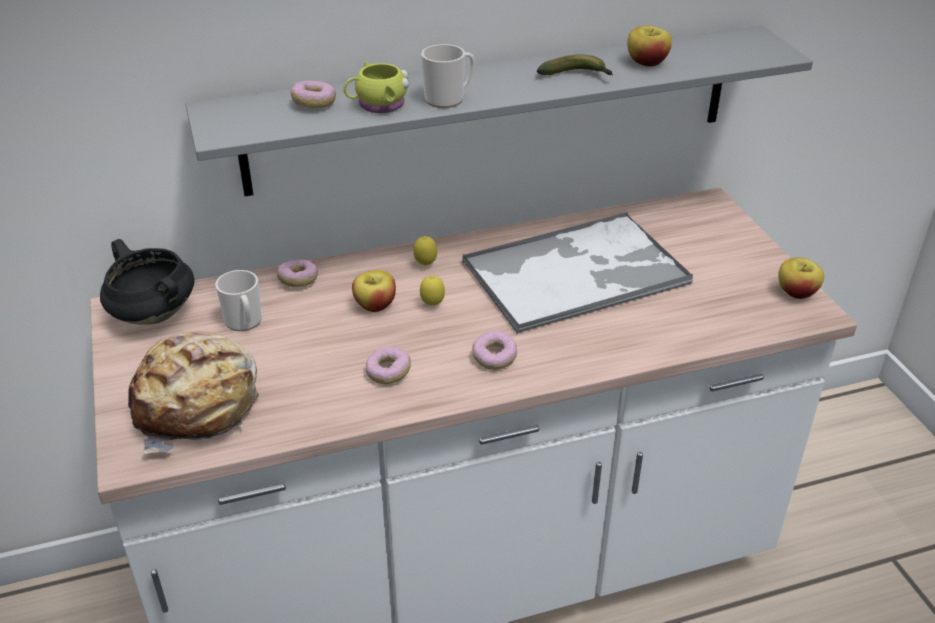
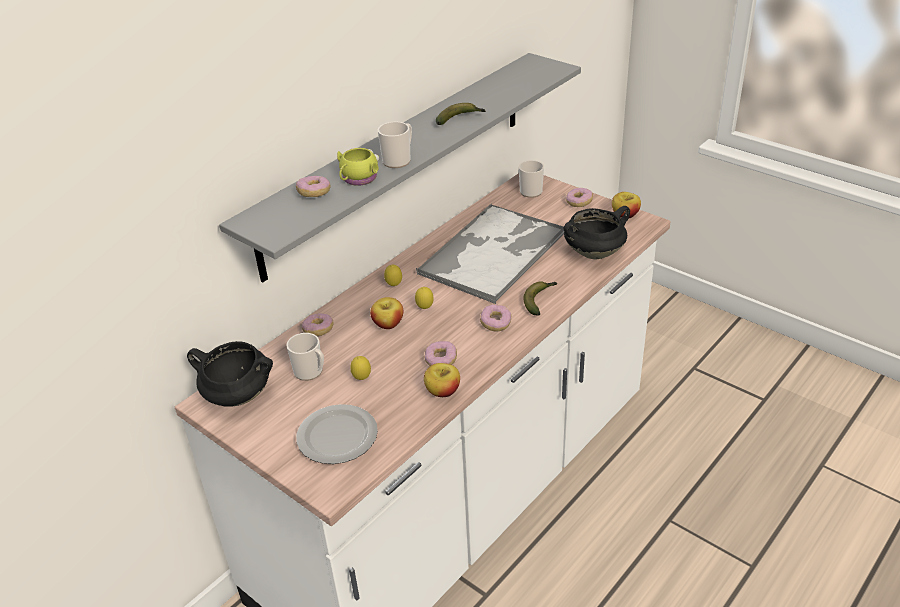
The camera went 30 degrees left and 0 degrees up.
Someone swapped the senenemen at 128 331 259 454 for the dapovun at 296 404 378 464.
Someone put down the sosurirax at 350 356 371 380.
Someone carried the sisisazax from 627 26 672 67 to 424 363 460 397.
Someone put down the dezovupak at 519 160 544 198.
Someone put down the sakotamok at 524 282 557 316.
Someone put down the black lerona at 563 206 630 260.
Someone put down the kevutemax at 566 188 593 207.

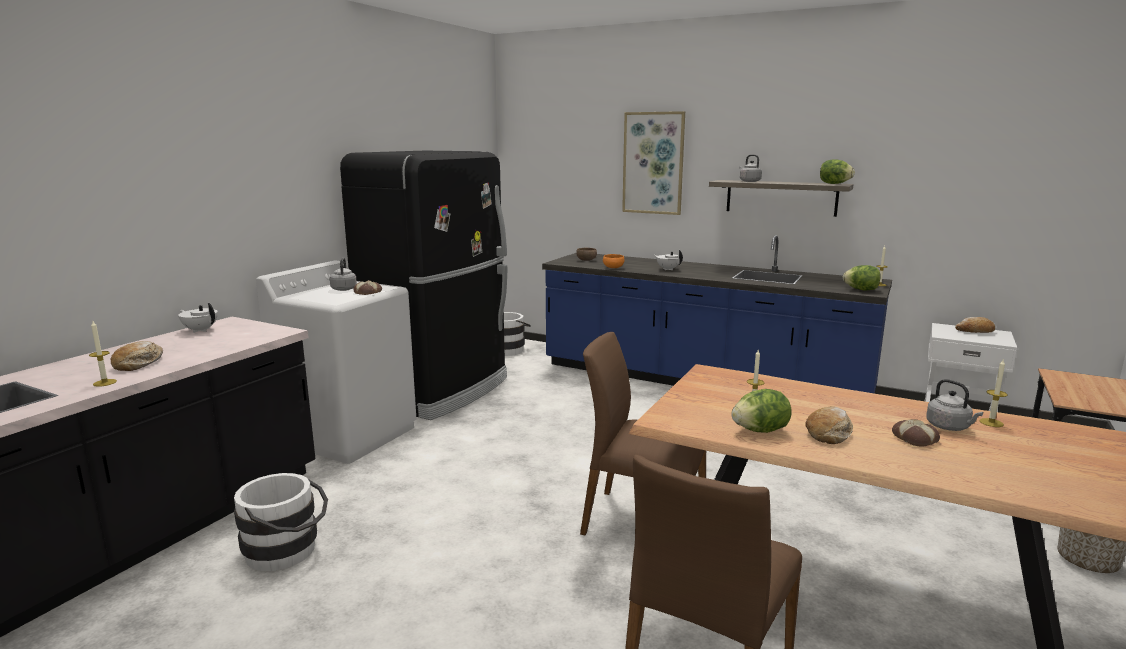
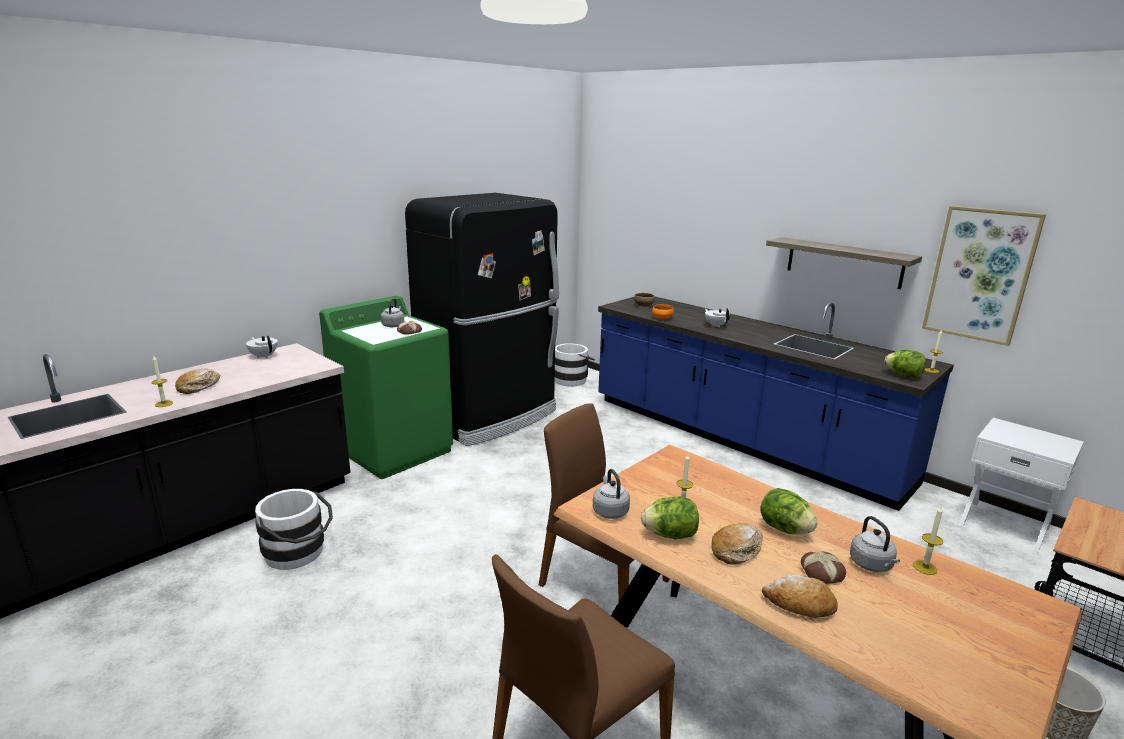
The camera went 15 degrees right and 5 degrees up.
Someone repainted the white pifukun at 256 261 416 464, which became the green pifukun at 319 296 453 479.
Someone carried the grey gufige from 739 154 762 182 to 593 469 630 519.
Someone carried the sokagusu from 820 159 855 184 to 760 488 818 534.
Someone carried the senenemen from 955 317 995 333 to 762 575 838 618.
Someone carried the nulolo from 622 111 685 215 to 922 206 1046 346.

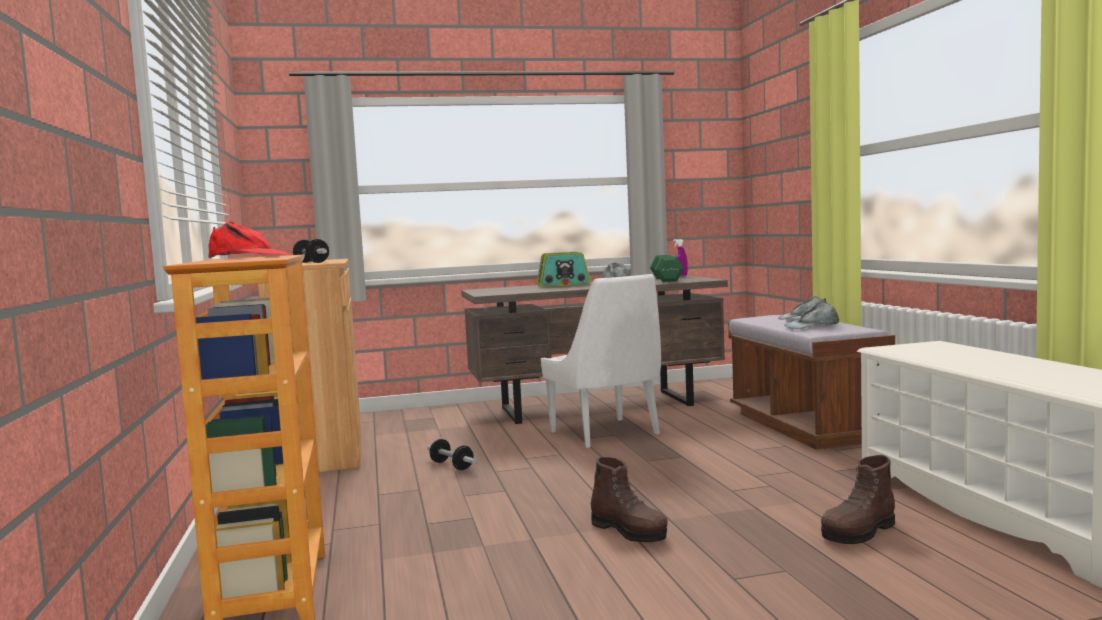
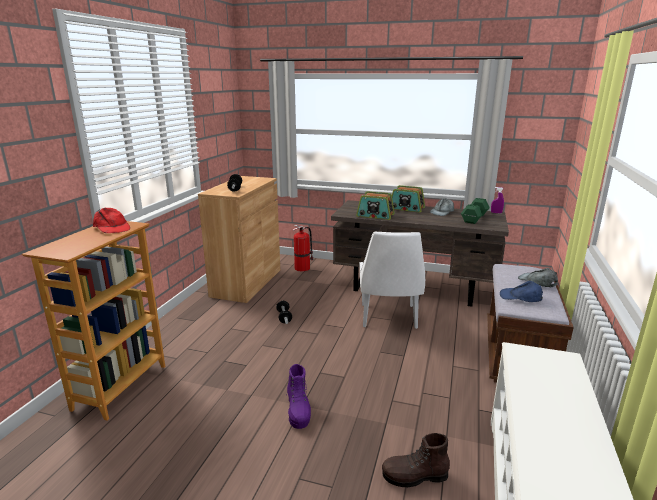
The camera went 30 degrees right and 15 degrees up.
Someone repainted the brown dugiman at 591 457 667 542, which became the purple dugiman at 286 364 311 429.
Someone put down the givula at 293 225 314 272.
Someone put down the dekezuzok at 356 191 395 220.
Someone repainted the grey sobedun at 784 302 839 329, which became the blue sobedun at 500 281 543 302.

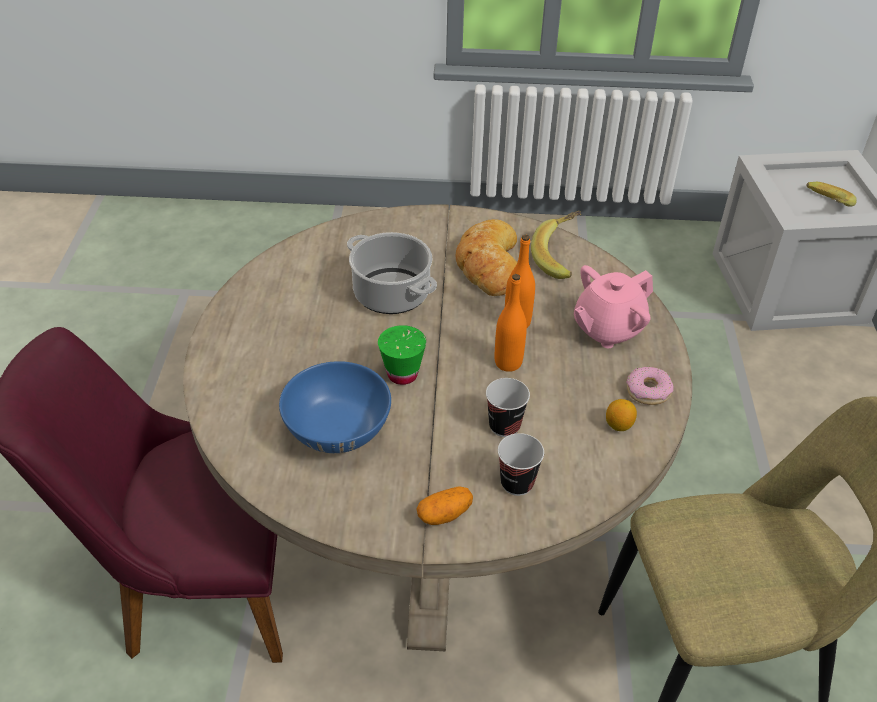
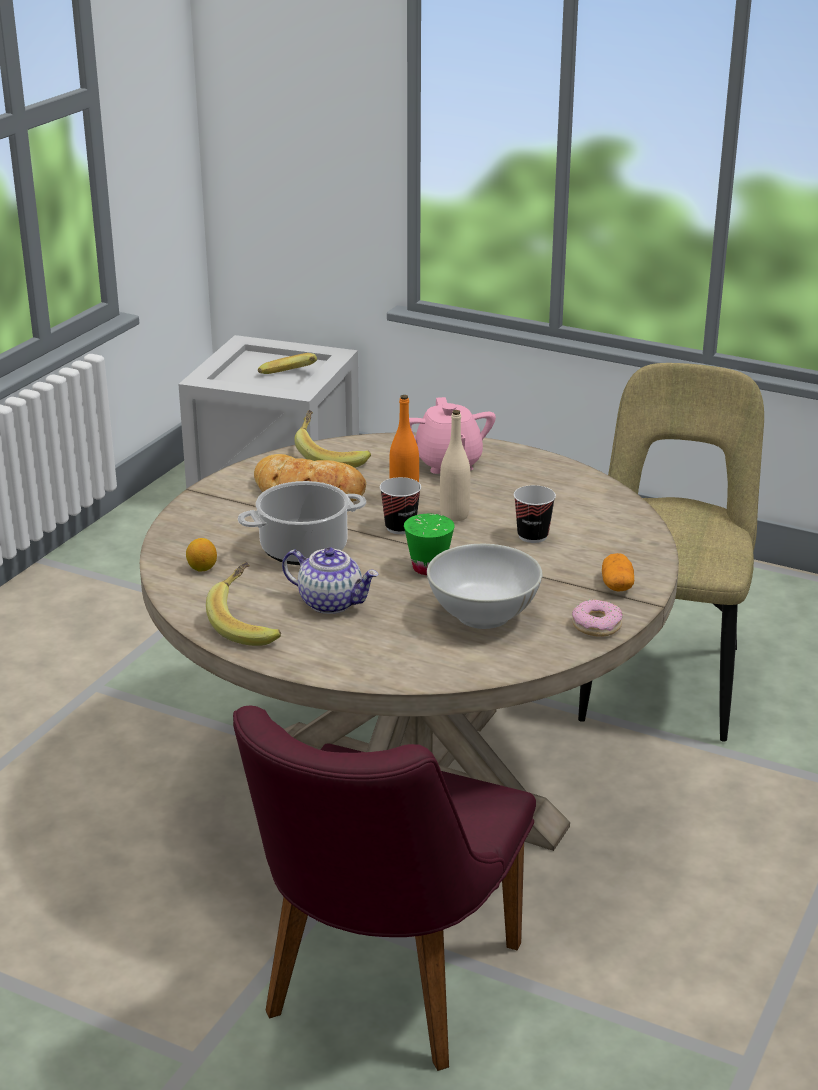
The camera went 65 degrees left and 15 degrees down.
Someone carried the sosurirax from 606 399 637 431 to 186 538 217 572.
Someone put down the sakotamok at 206 562 281 646.
Someone put down the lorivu at 282 547 379 614.
Someone carried the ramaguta from 498 433 544 496 to 380 477 421 534.
Someone repainted the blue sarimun at 279 361 391 453, which became the white sarimun at 427 544 543 629.
Someone repainted the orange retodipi at 495 274 527 372, which became the beige retodipi at 440 410 470 522.
Someone carried the kevutemax from 627 367 674 405 to 572 599 623 637.

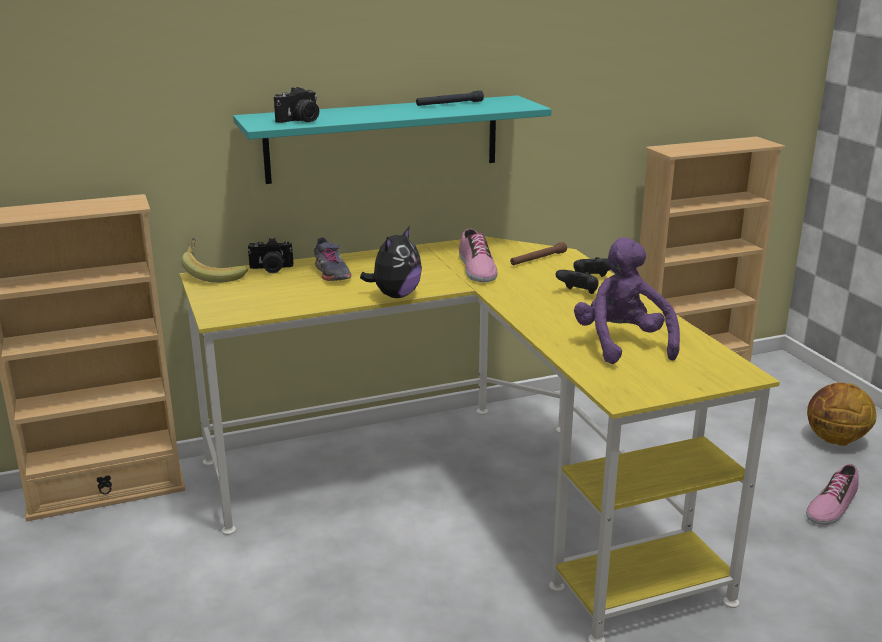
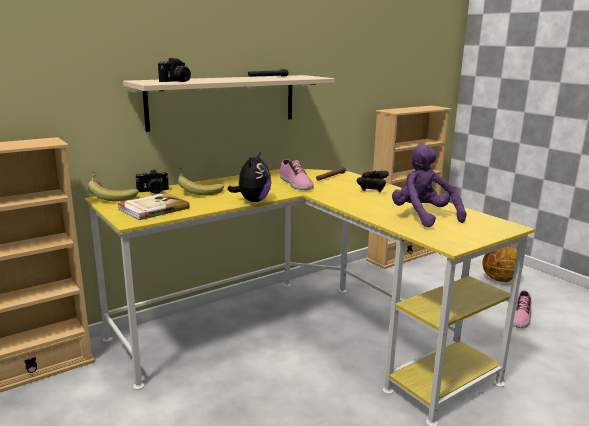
The camera went 15 degrees left and 5 degrees down.
Someone put down the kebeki at 117 193 190 220.
Someone repainted the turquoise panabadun at 233 95 552 184, which became the beige panabadun at 123 75 335 132.
Someone swapped the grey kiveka at 314 237 351 281 for the sakotamok at 178 167 224 196.

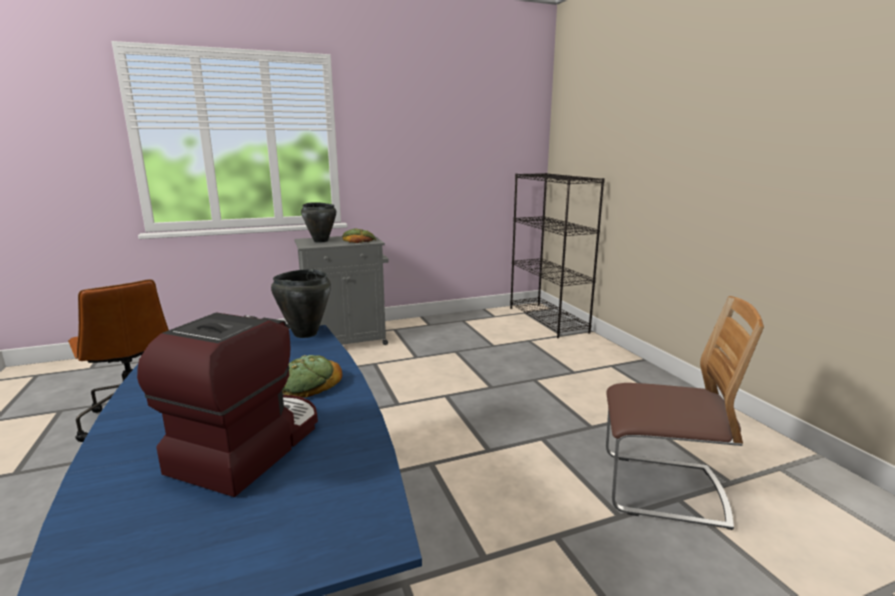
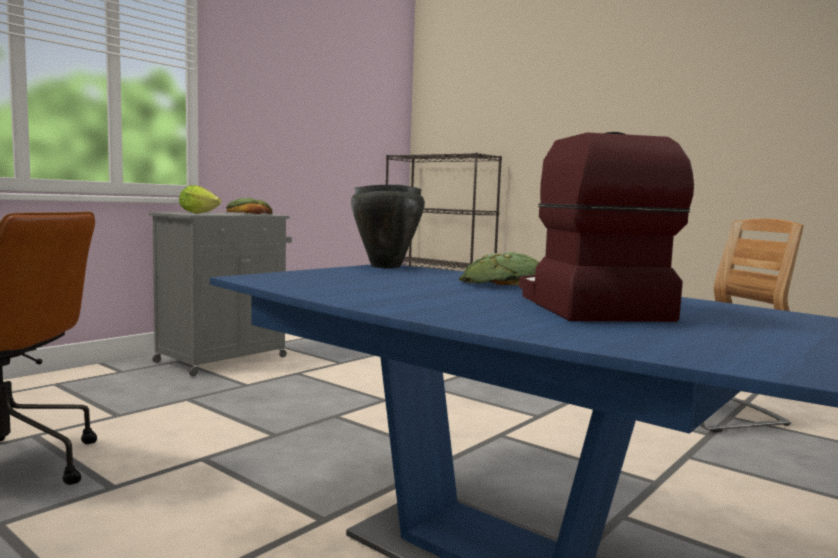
The camera went 30 degrees left and 10 degrees down.
Someone swapped the black lerona at 301 202 336 243 for the sokagusu at 179 185 221 213.

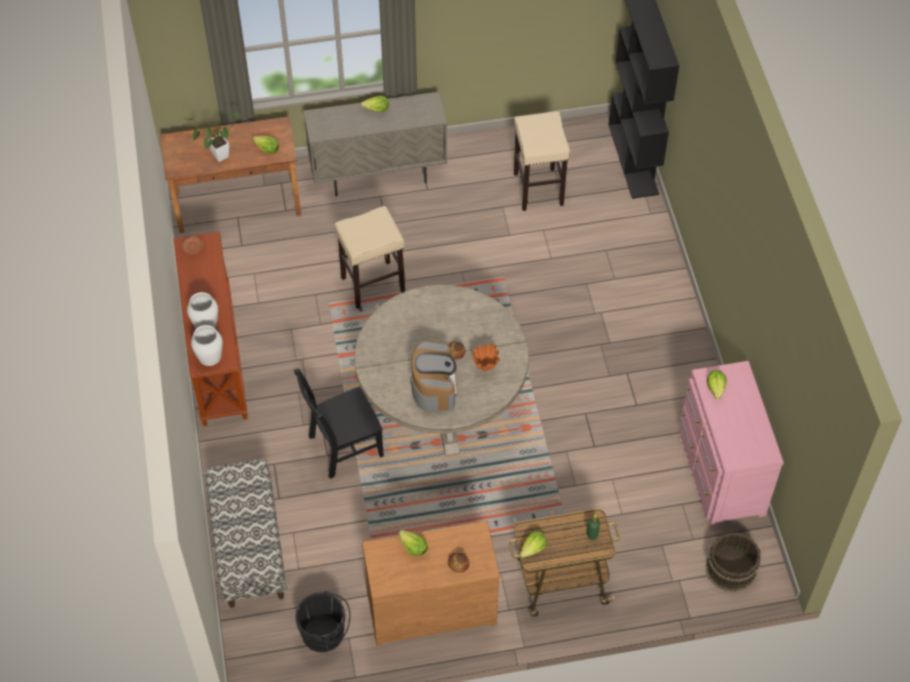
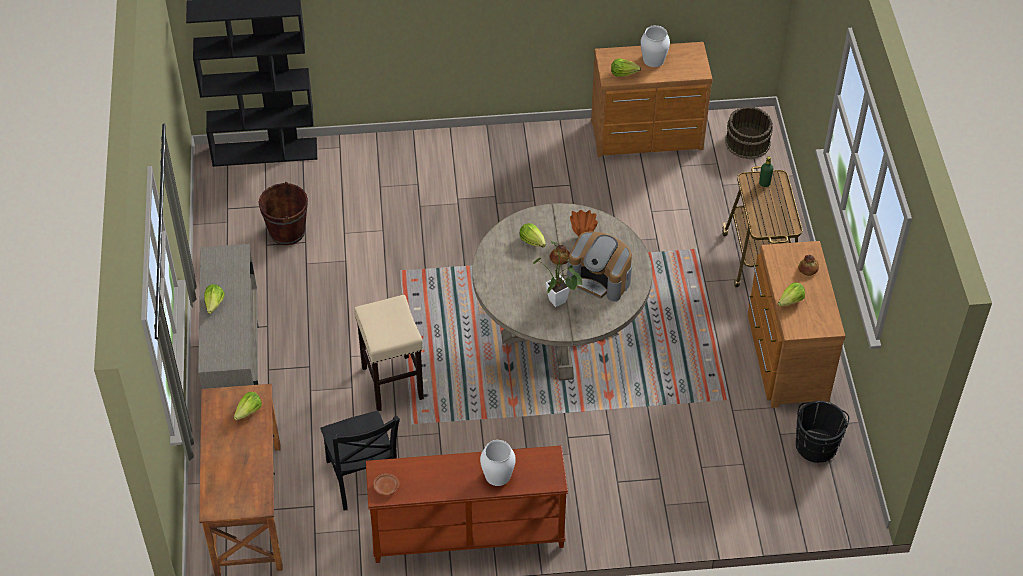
The camera went 85 degrees left and 5 degrees down.
Someone swapped the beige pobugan at 514 111 570 211 for the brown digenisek at 258 182 308 245.
Someone carried the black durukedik from 294 369 384 479 to 320 410 400 510.
Someone carried the sokagusu from 519 530 547 558 to 519 223 546 247.
Someone carried the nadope from 184 110 241 162 to 533 241 583 307.
Someone rotated the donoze at 411 341 458 412 by 150 degrees counterclockwise.
Someone repainted the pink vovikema at 679 361 784 525, which became the brown vovikema at 591 42 713 157.
Someone carried the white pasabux from 191 325 223 366 to 641 25 670 67.
Someone took away the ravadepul at 206 459 287 608.

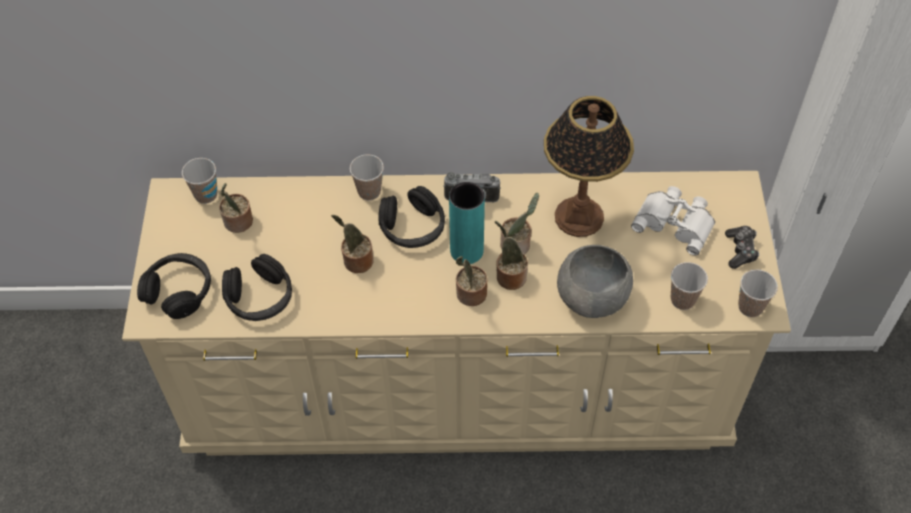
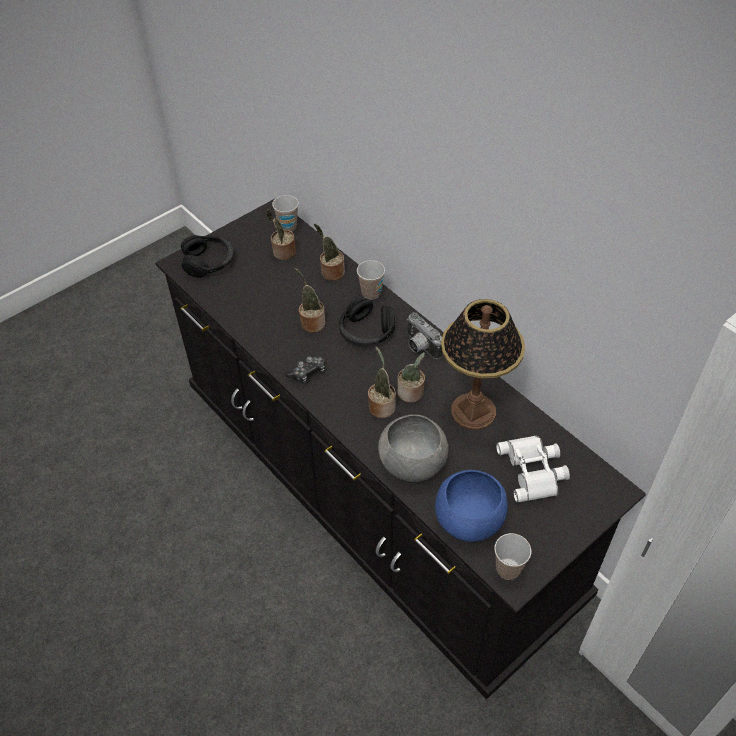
The camera went 50 degrees right and 5 degrees down.
Someone repainted the beige vovikema at 122 171 791 456, which became the black vovikema at 155 199 646 700.
Someone carried the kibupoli from 725 226 759 269 to 286 355 325 383.
Someone carried the nadope from 456 256 488 306 to 314 224 345 281.
Someone swapped the ramaguta at 671 262 708 310 for the blue sarimun at 435 470 508 542.
Someone took away the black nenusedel at 222 254 292 321.
Someone took away the turquoise pasabux at 449 182 485 264.

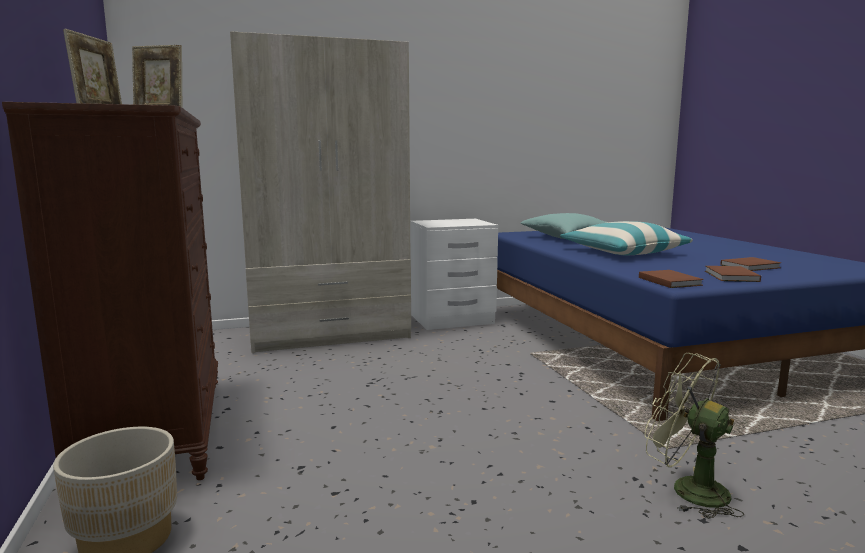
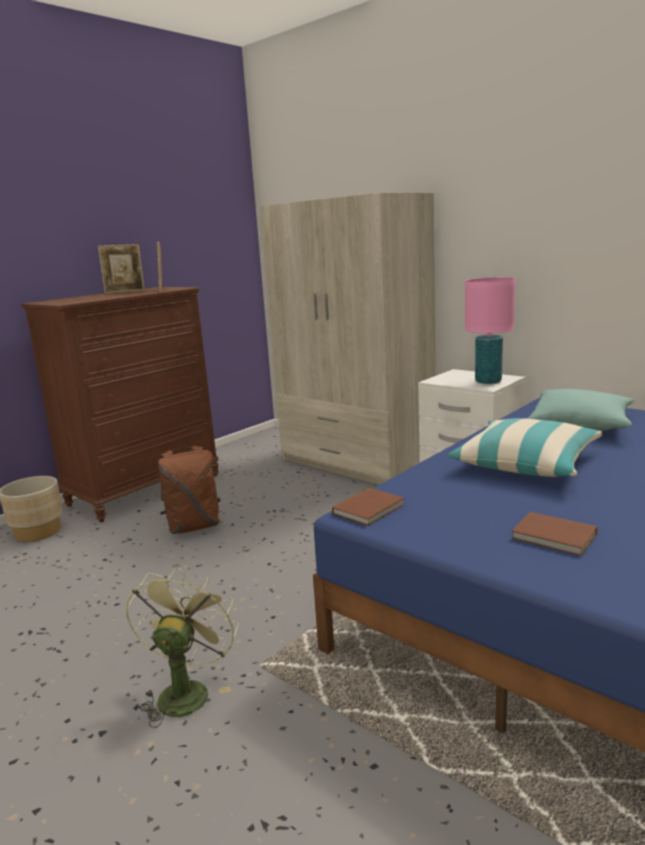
The camera went 60 degrees right and 5 degrees up.
Someone put down the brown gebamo at 158 446 220 534.
Someone put down the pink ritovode at 465 277 516 384.
Someone took away the brown kebeki at 705 266 761 282.

